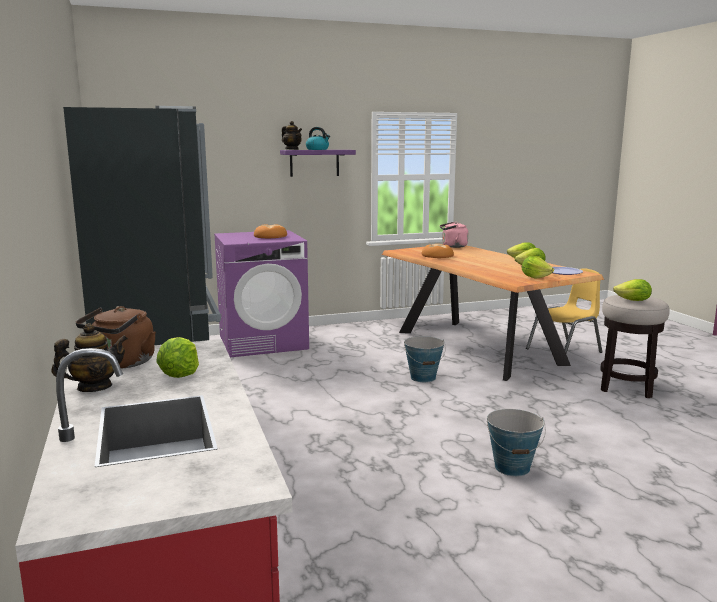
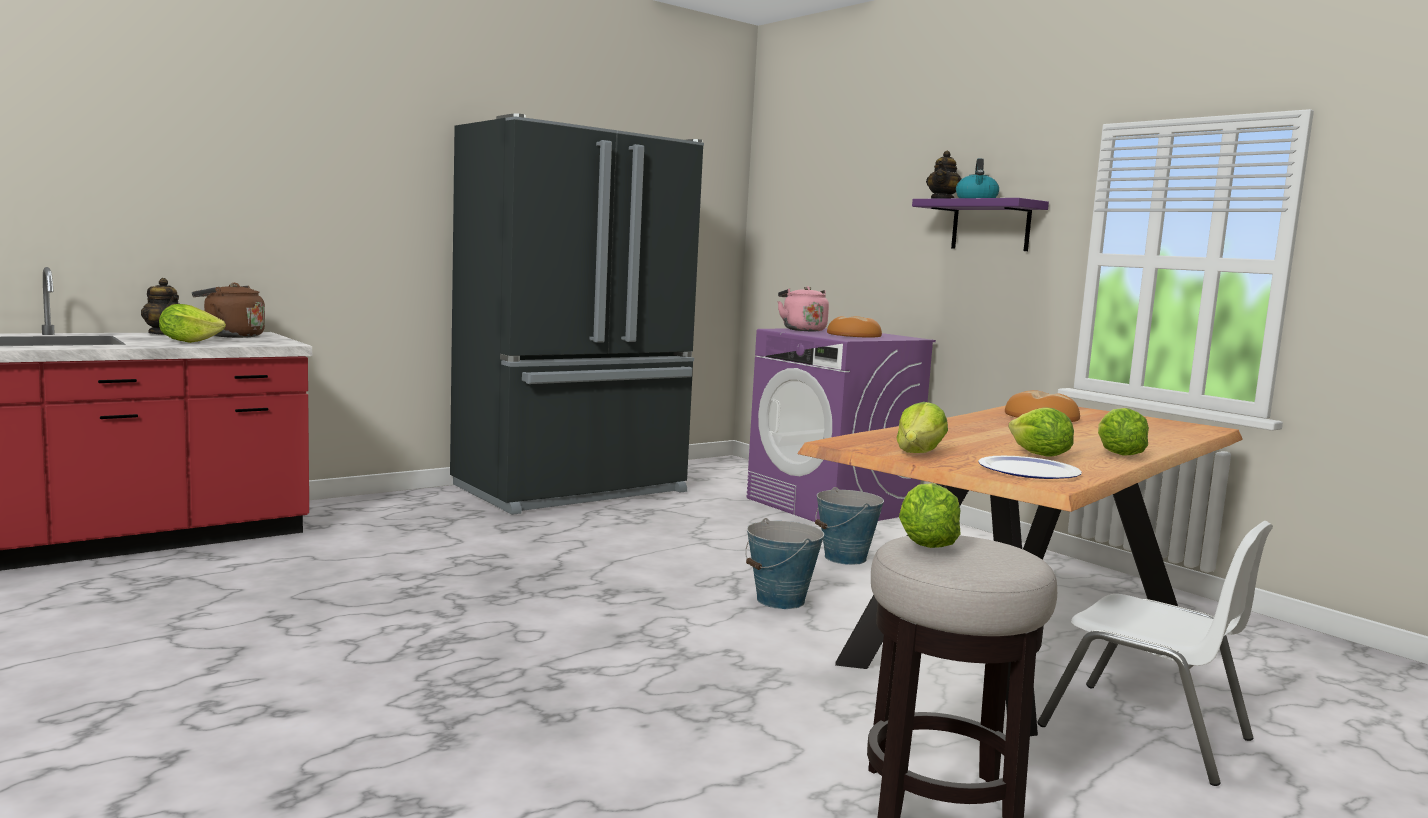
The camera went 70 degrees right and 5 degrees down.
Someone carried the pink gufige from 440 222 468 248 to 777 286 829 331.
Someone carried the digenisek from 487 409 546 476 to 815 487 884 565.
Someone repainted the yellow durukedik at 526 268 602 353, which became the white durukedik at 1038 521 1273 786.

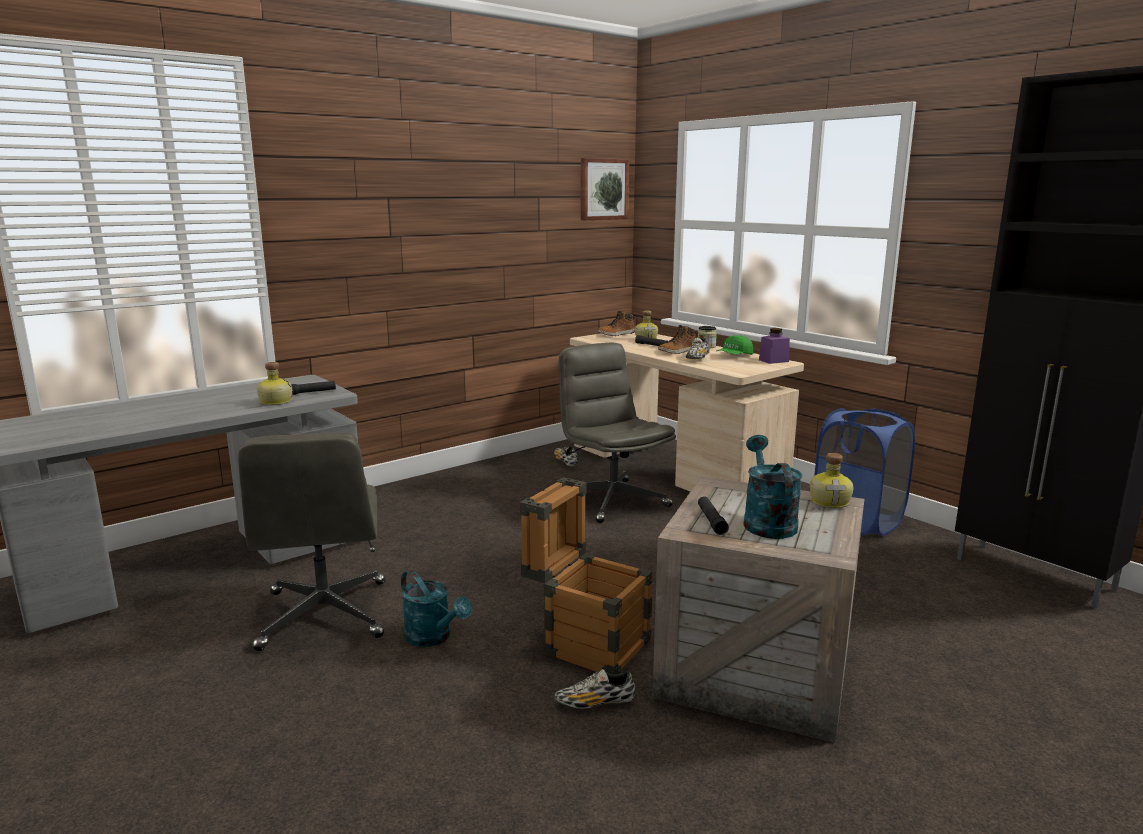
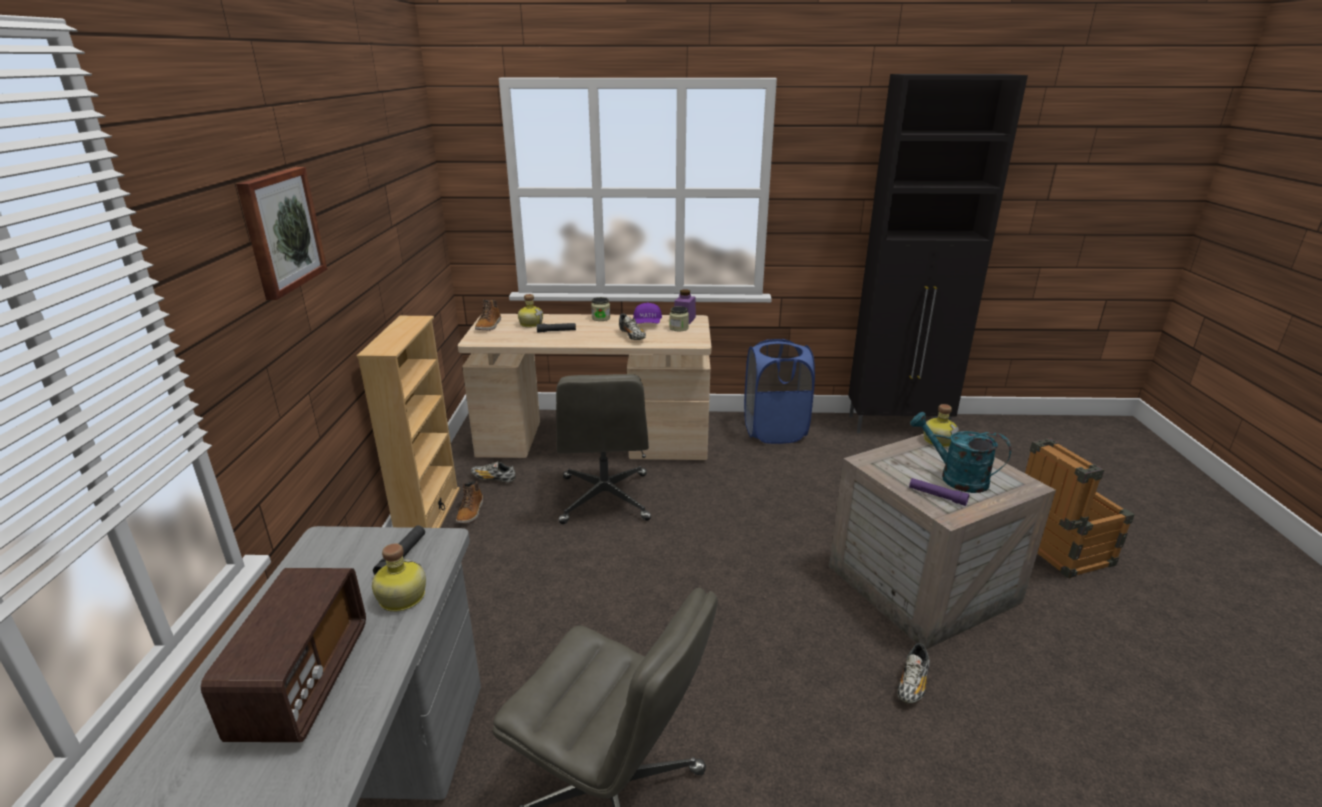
The camera went 50 degrees left and 10 degrees up.
Someone put down the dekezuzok at 201 568 366 742.
Someone carried the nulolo from 581 158 629 220 to 236 167 327 300.
Someone put down the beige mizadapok at 357 316 460 528.
Someone carried the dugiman from 658 325 697 354 to 456 481 483 524.
Someone rotated the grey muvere at 558 342 676 523 by 105 degrees counterclockwise.
Someone repainted the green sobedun at 716 335 753 355, which became the purple sobedun at 633 302 662 324.
Someone put down the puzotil at 669 306 689 331.
Someone repainted the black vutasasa at 698 497 729 535, which became the purple vutasasa at 909 478 969 506.
Someone carried the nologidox from 520 477 653 675 to 1025 438 1135 578.
Someone took away the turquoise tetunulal at 401 570 472 647.

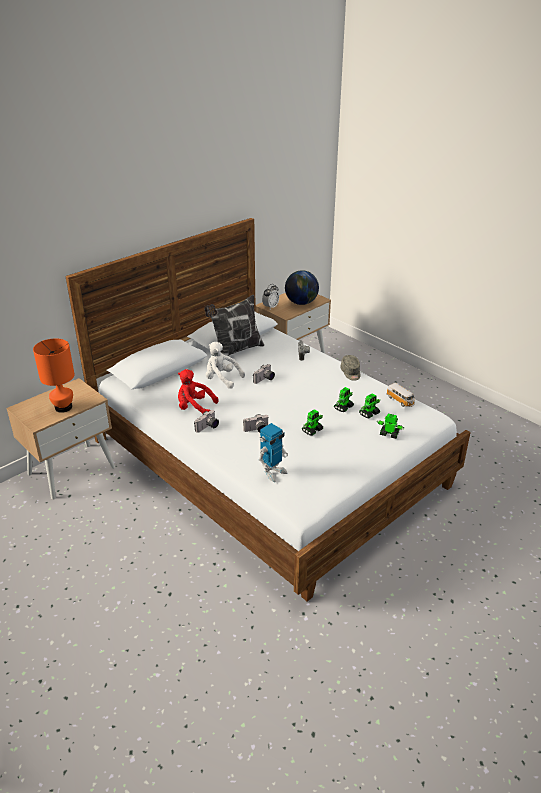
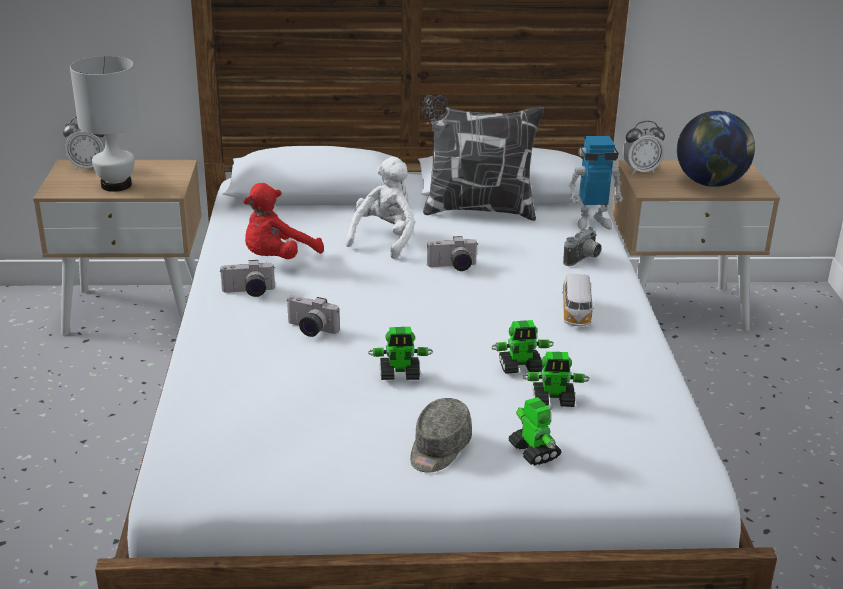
The camera went 40 degrees right and 5 degrees down.
Someone put down the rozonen at 63 117 105 170.
Someone repainted the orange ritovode at 33 338 75 413, which became the white ritovode at 70 56 139 192.
Someone rotated the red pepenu at 178 369 219 414 by 105 degrees counterclockwise.
Someone rotated the white pepenu at 205 342 245 389 by 45 degrees clockwise.
Someone carried the grey sobedun from 341 355 360 381 to 410 398 472 473.
Someone carried the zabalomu from 386 383 415 407 to 562 274 594 326.
Someone carried the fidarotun from 259 423 288 482 to 568 136 623 230.

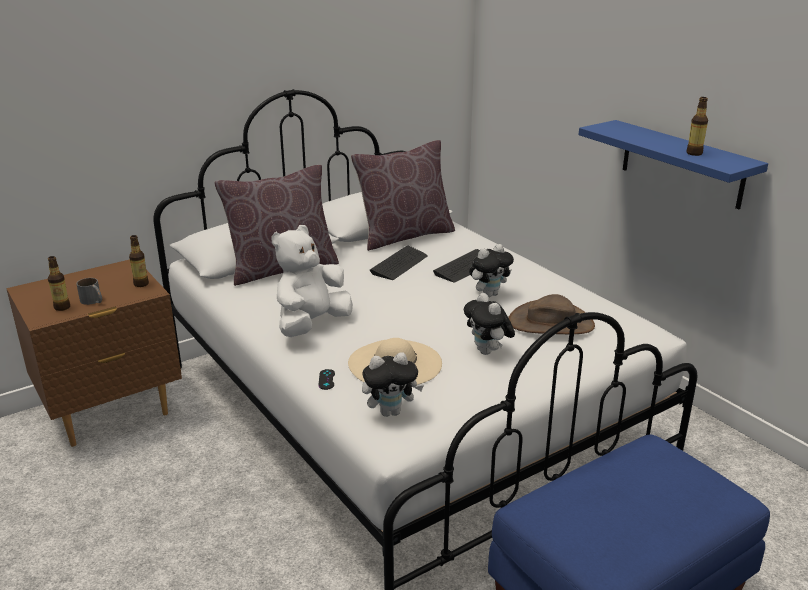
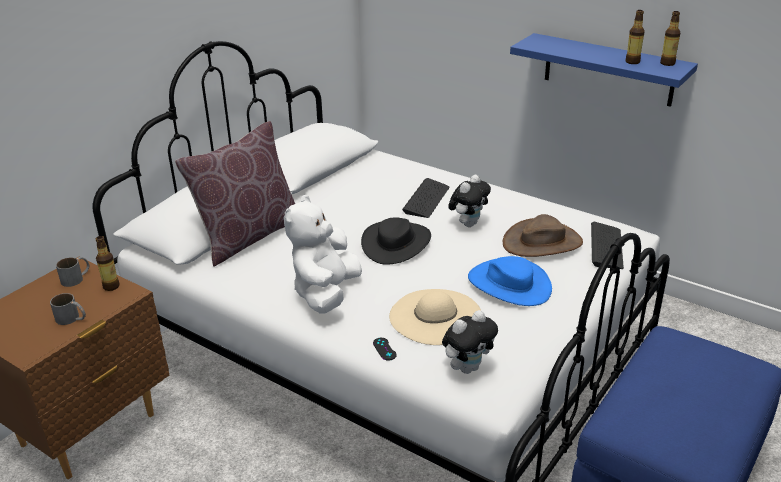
The camera went 20 degrees left and 5 degrees up.
Someone put down the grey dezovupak at 56 257 90 287.
Someone put down the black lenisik at 361 217 431 265.
Someone swapped the pepenu at 464 293 515 355 for the blue lenisik at 468 256 552 306.
Someone carried the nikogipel from 370 245 428 280 to 591 222 624 269.
Someone carried the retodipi from 48 256 70 311 to 660 11 681 66.
Someone took away the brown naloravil at 351 140 455 251.

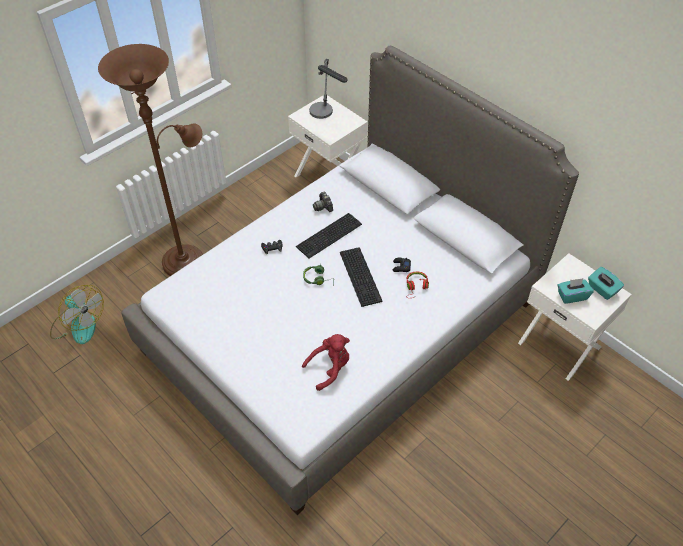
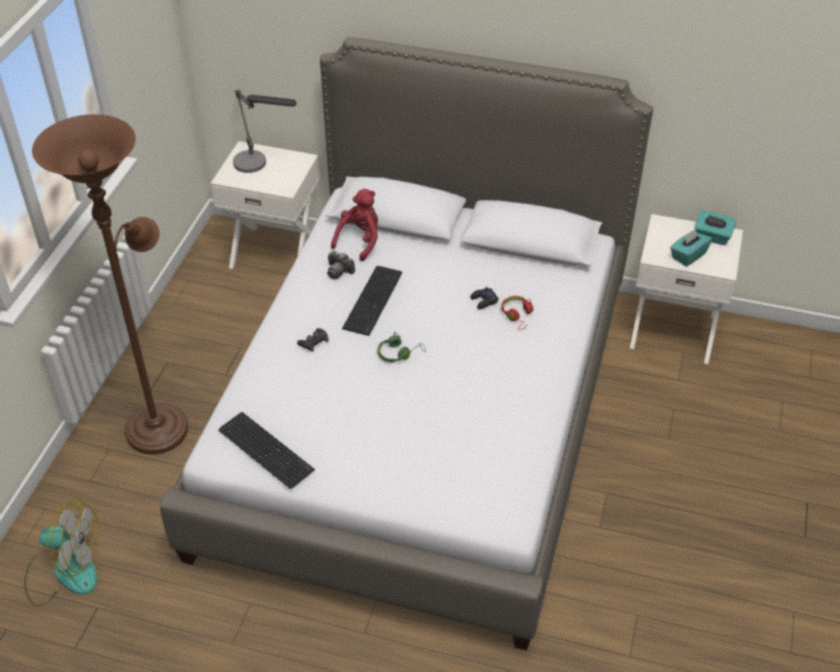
The camera went 30 degrees left and 5 degrees down.
Someone carried the nikogipel from 340 247 383 307 to 218 412 315 489.
Someone carried the red pepenu from 302 334 350 391 to 331 189 378 261.

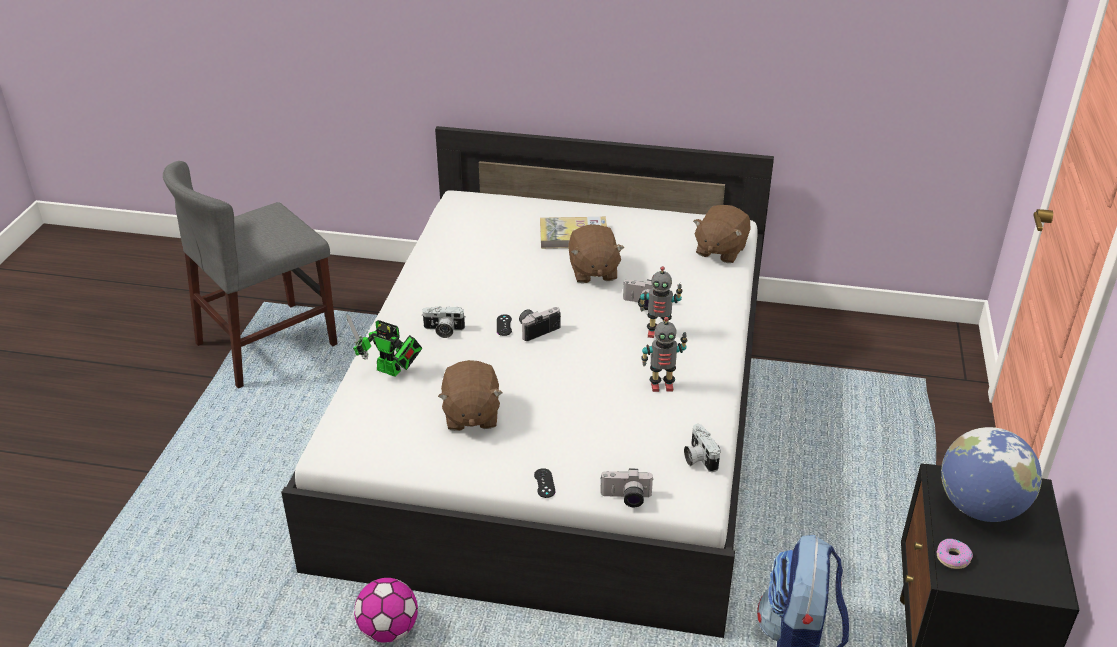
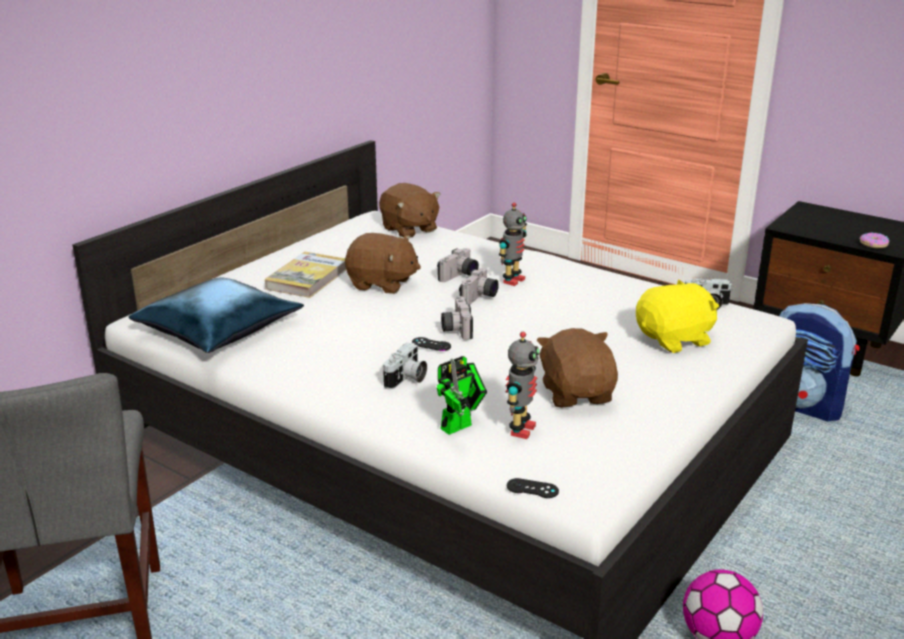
The camera went 65 degrees left and 10 degrees down.
Someone put down the blue naloravil at 129 277 304 353.
Someone carried the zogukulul from 600 469 654 507 to 459 268 499 304.
Someone carried the fidarotun from 641 317 687 392 to 505 332 539 439.
Someone carried the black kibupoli from 534 468 555 498 to 507 478 559 498.
Someone rotated the brown pepenu at 438 360 502 431 by 120 degrees counterclockwise.
Someone put down the yellow pepenu at 636 280 719 353.
Someone took away the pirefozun at 941 427 1042 522.

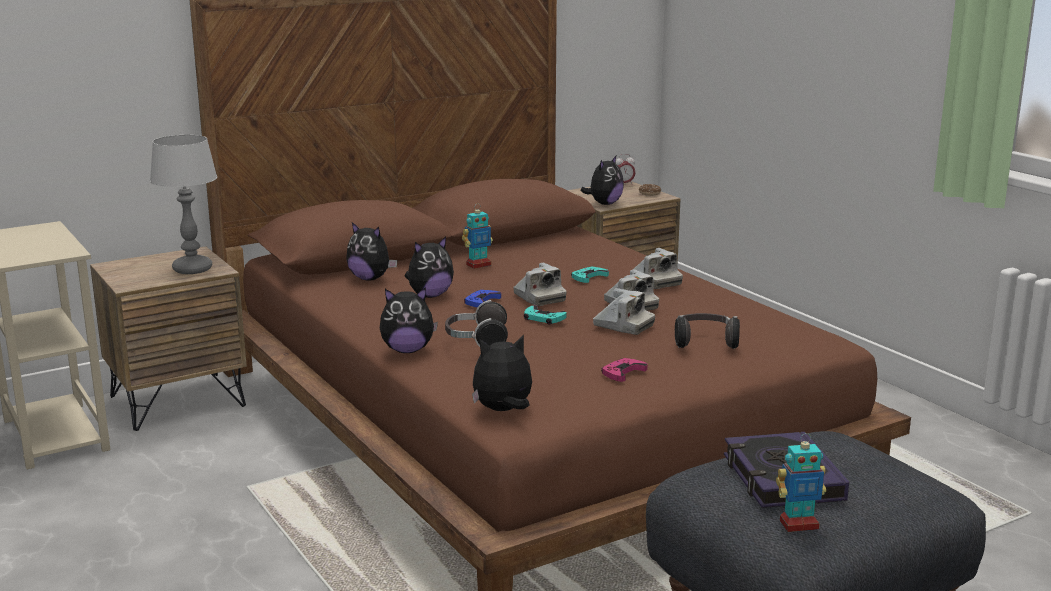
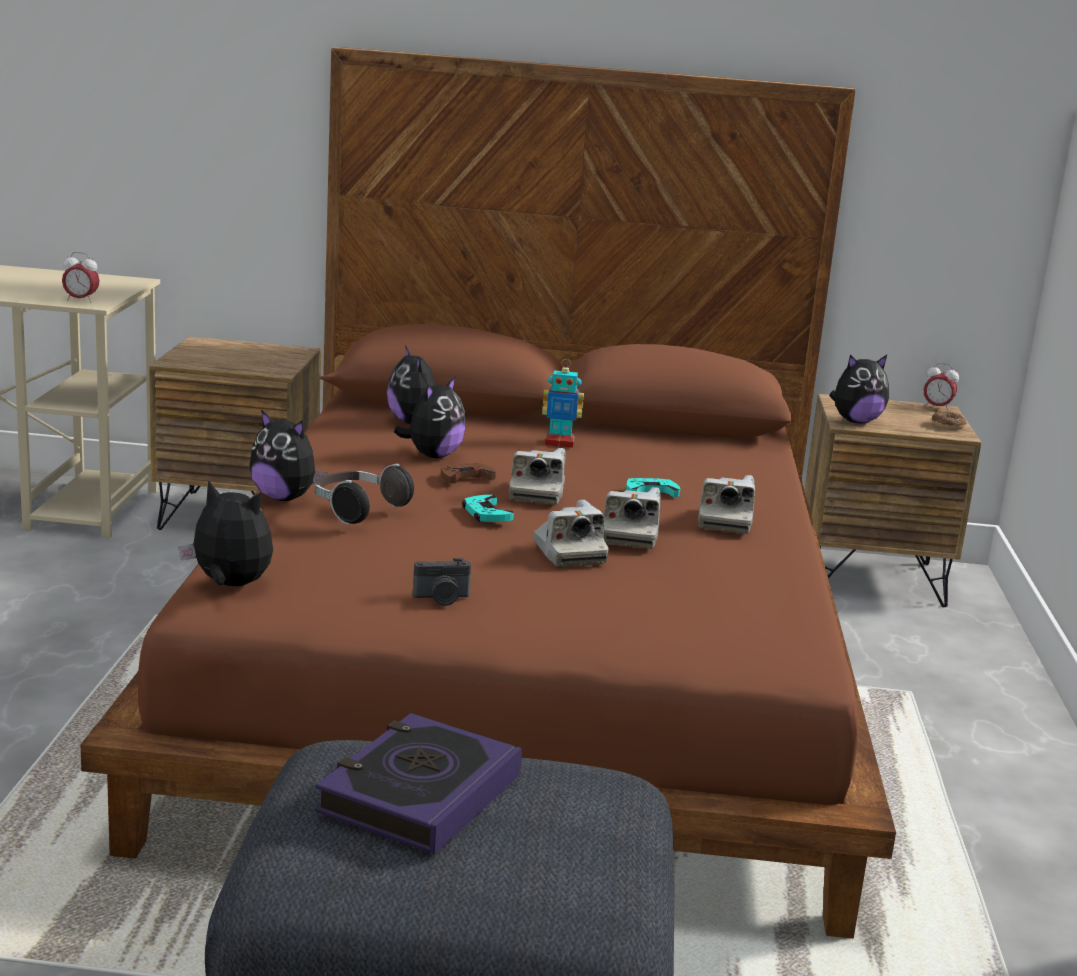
The camera went 35 degrees right and 0 degrees up.
Someone put down the rozonen at 62 252 100 303.
Someone rotated the pepenu at 404 237 454 298 by 60 degrees counterclockwise.
Someone swapped the pink kibupoli at 601 358 647 382 for the zogukulul at 413 558 471 606.
Someone repainted the blue kibupoli at 464 290 501 308, which became the brown kibupoli at 441 463 496 484.
Someone took away the ritovode at 150 135 217 274.
Someone took away the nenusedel at 675 313 740 349.
Someone took away the fidarotun at 776 433 826 532.

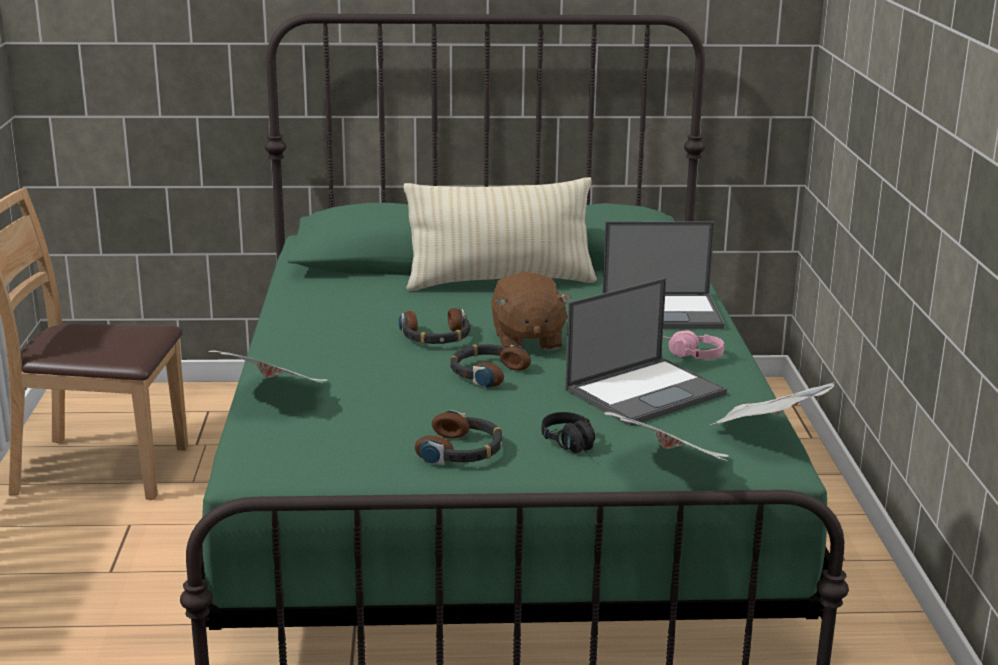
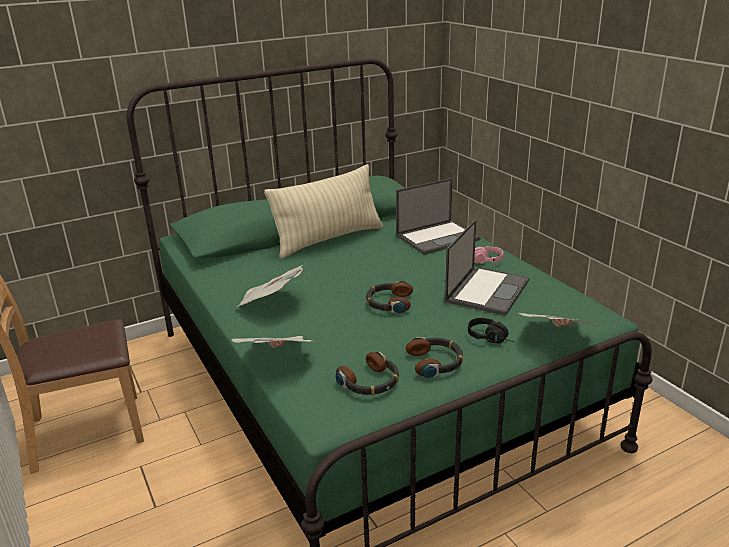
The camera went 25 degrees left and 5 degrees up.
Someone carried the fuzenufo from 710 381 839 425 to 237 265 303 307.
Someone carried the nenusedel from 399 308 470 344 to 336 352 399 395.
Someone took away the brown pepenu at 491 272 572 351.

